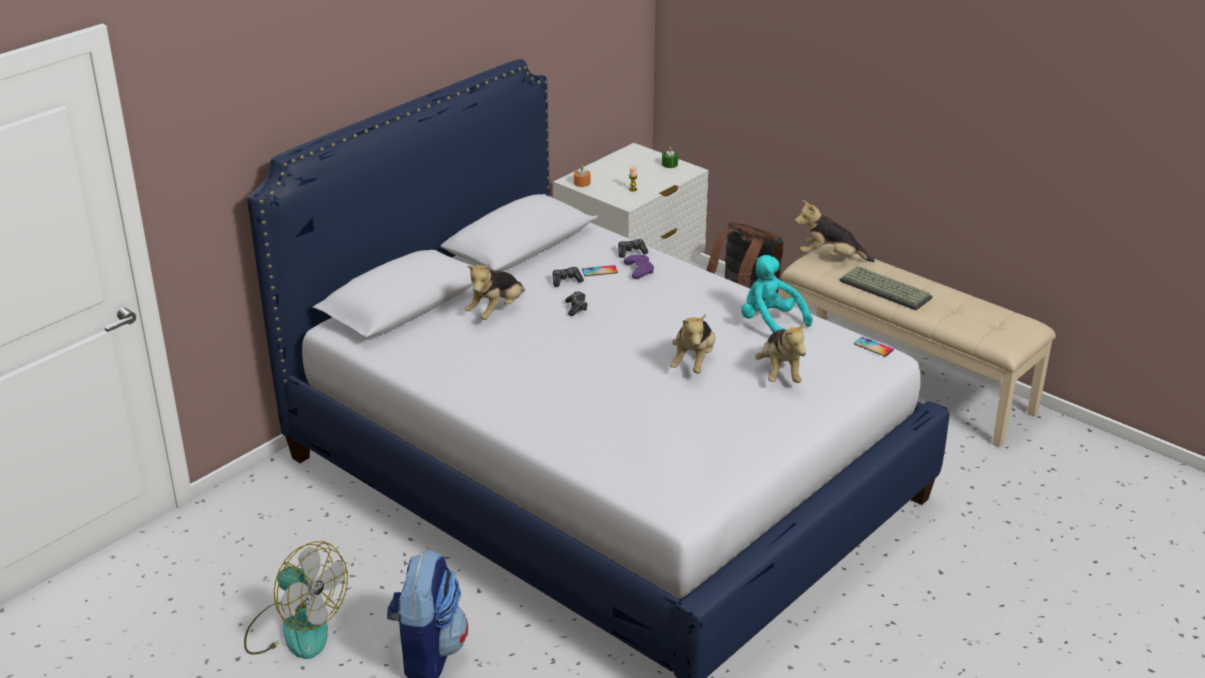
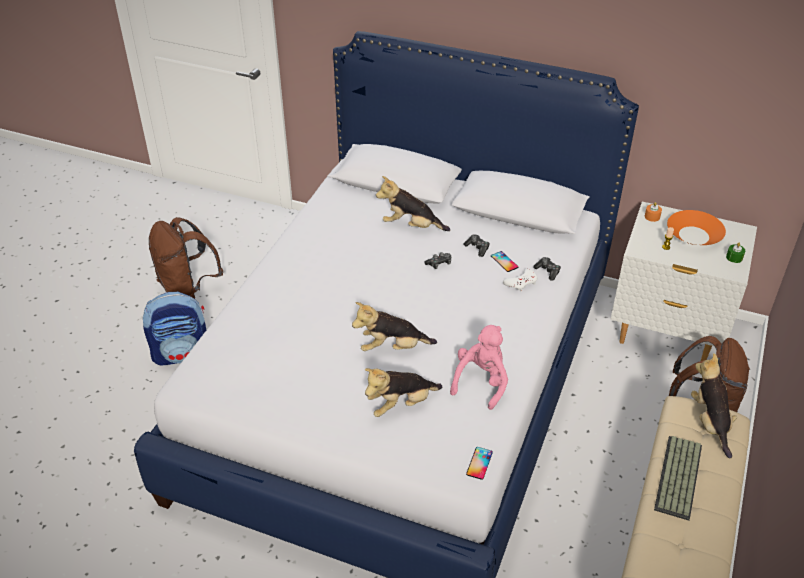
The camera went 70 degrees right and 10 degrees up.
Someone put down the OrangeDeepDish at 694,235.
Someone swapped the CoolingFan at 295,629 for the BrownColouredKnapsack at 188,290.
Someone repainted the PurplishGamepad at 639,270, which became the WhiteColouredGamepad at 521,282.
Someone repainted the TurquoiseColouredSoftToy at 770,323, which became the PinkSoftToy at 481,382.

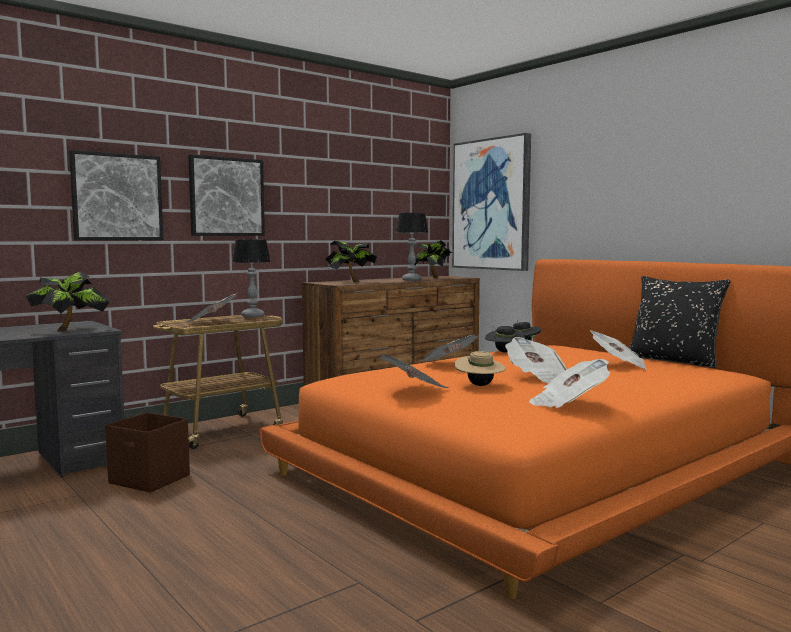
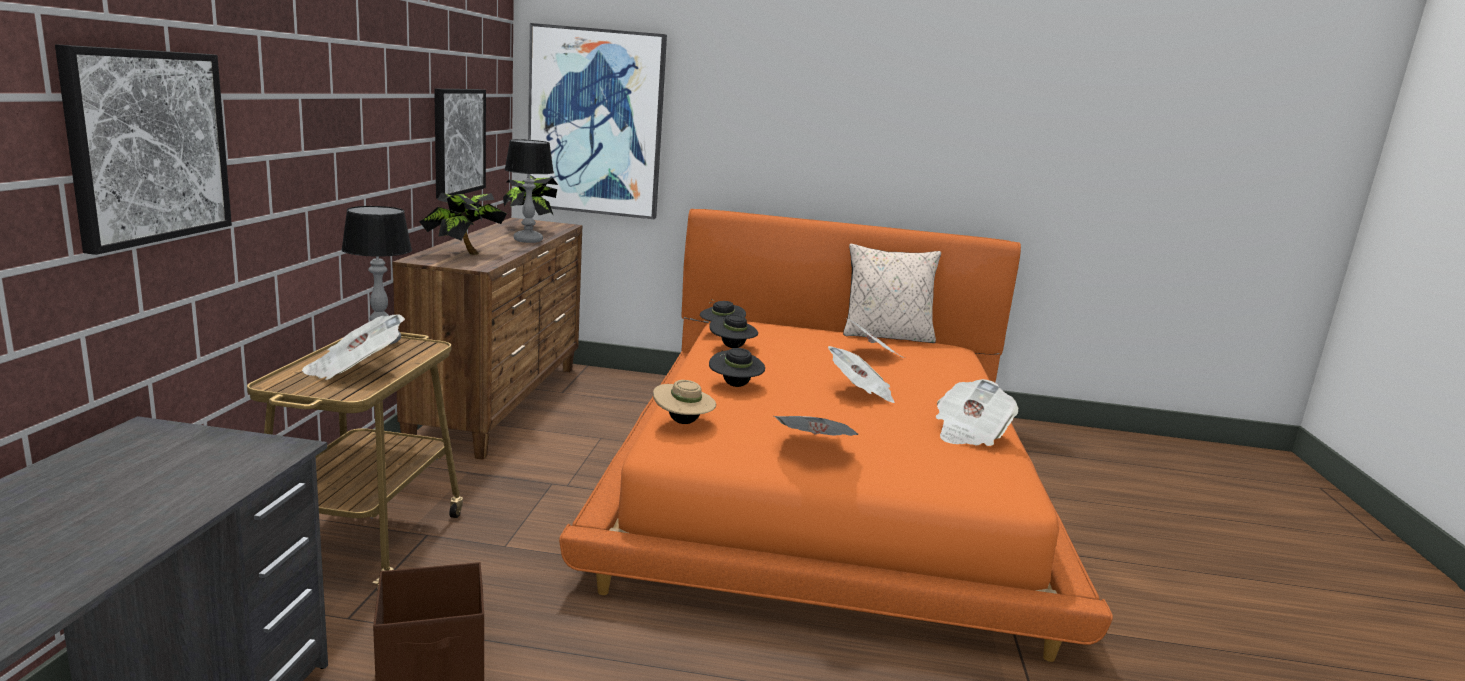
The camera went 45 degrees left and 10 degrees up.
Someone took away the PlantInAPot at 71,330.
Someone carried the Picture from 226,197 to 458,141.
Someone carried the BeigeColouredClothingHat from 479,385 to 683,422.
Someone swapped the PrintedPaper at 448,364 for the BlackClothingHat at 735,385.
Someone repainted the BlackPillow at 674,361, which became the BeigeColouredPillow at 886,336.

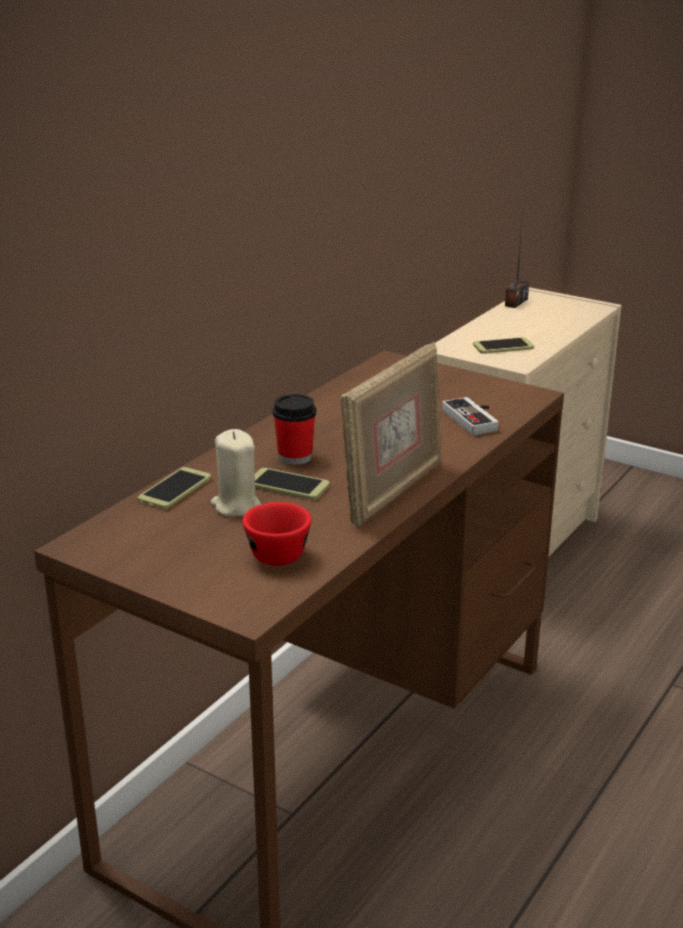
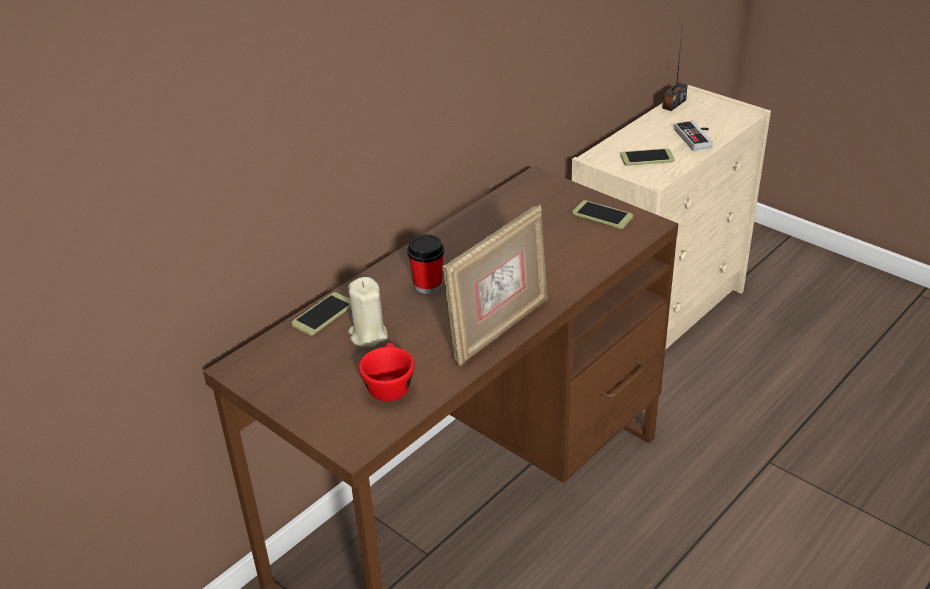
The camera went 10 degrees right and 10 degrees up.
Someone carried the Telephone from 288,485 to 602,215.
Someone carried the Gamepad from 475,419 to 697,138.

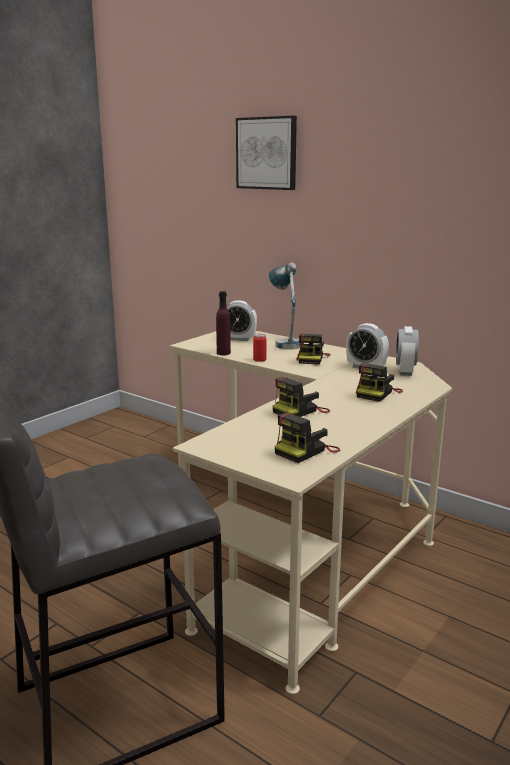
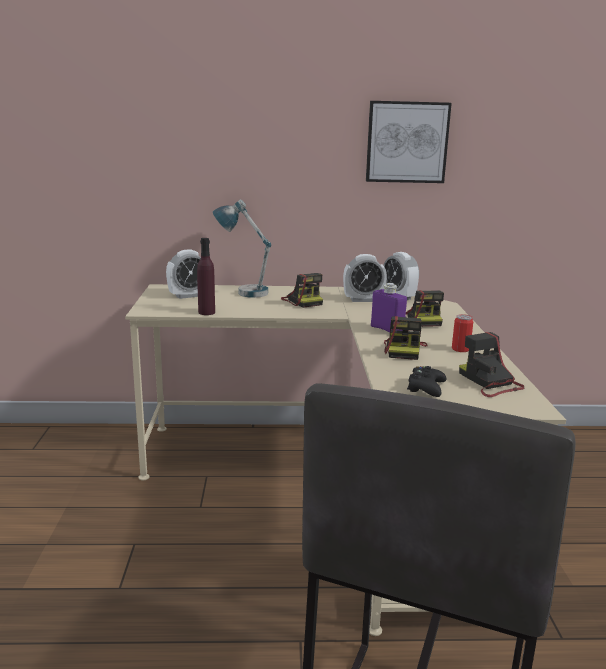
The camera went 40 degrees left and 0 degrees up.
Someone put down the PurplishDrinkBottle at 387,330.
Someone put down the BlackGamepad at 426,388.
Someone carried the Picture from 267,153 to 407,142.
Someone carried the Can from 259,359 to 460,349.
Someone rotated the StillCamera at 306,451 by 150 degrees clockwise.

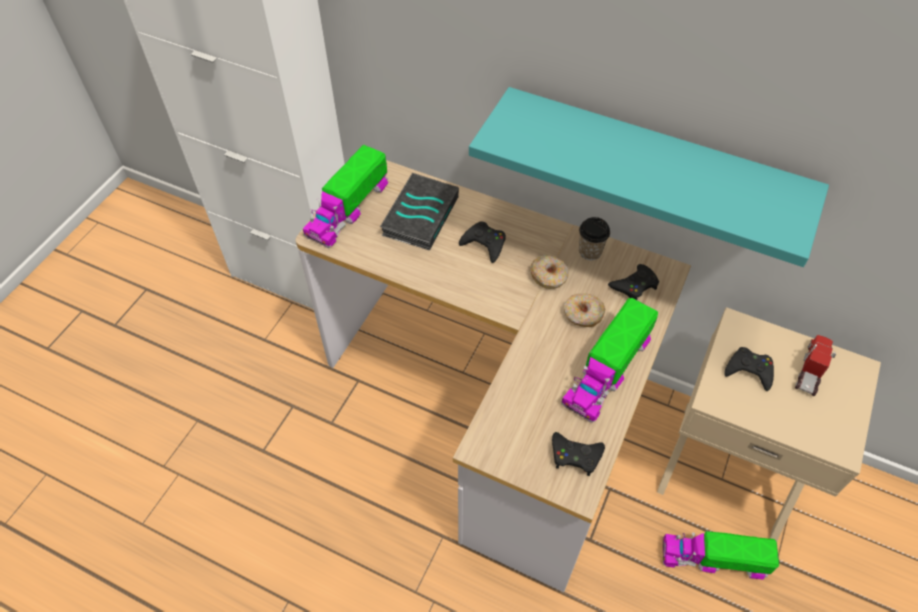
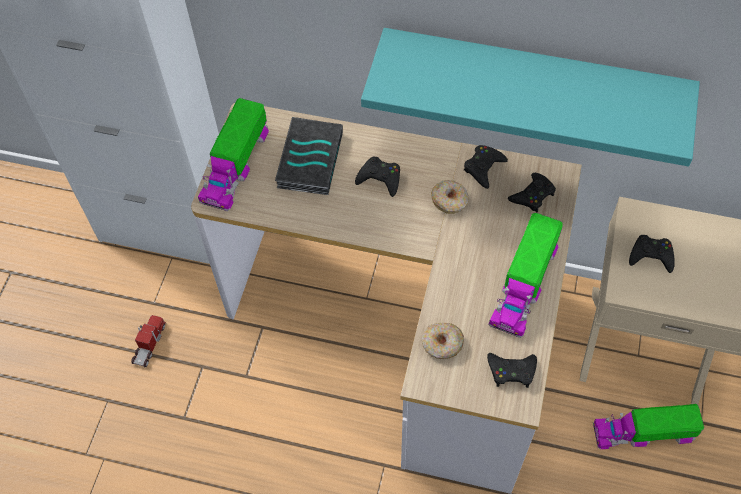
The camera went 10 degrees left and 5 degrees up.
Someone carried the Doughnut from 582,314 to 442,344.
Someone carried the ToyLorry from 811,369 to 149,344.
Someone swapped the Cup at 590,251 for the BlackGamepad at 483,168.

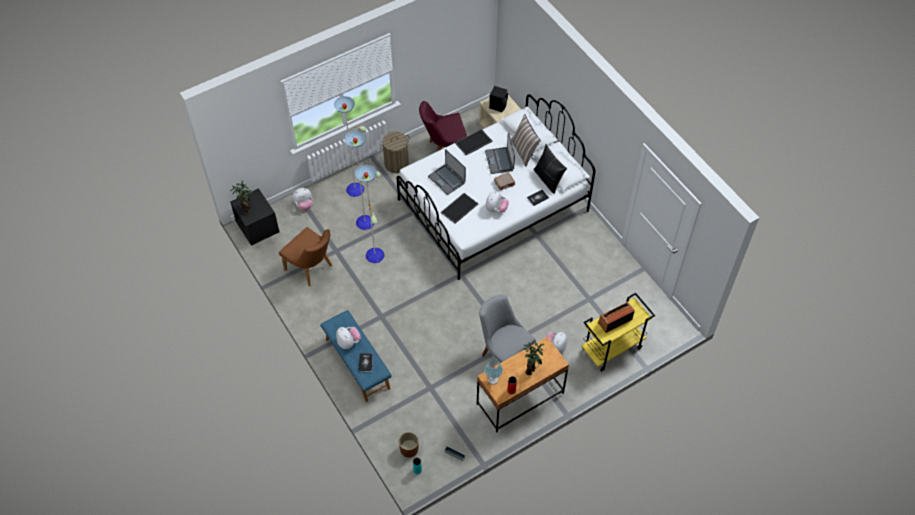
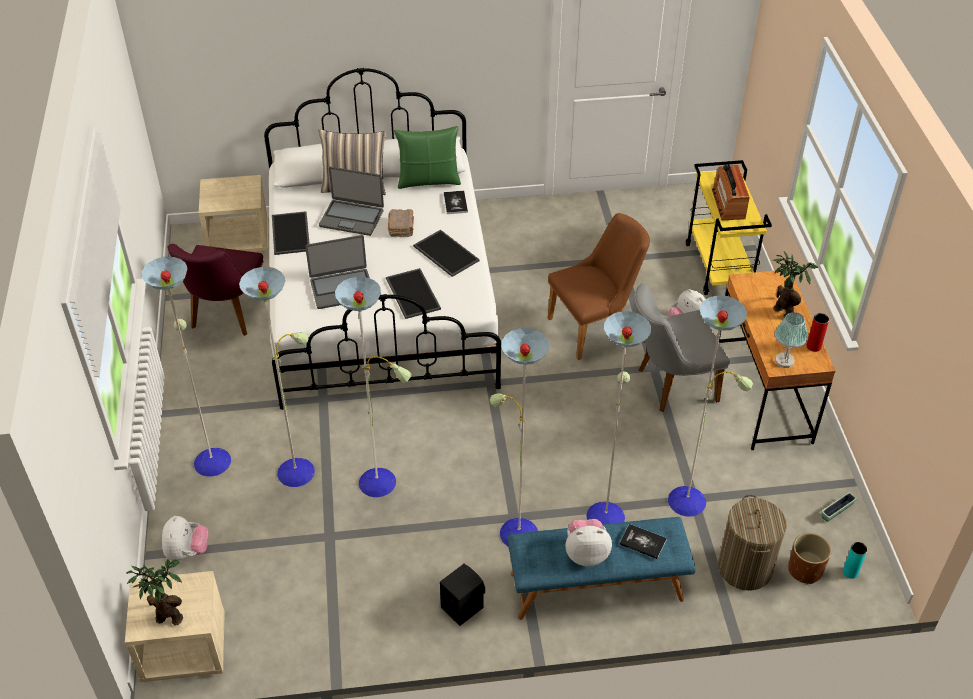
The camera went 65 degrees left and 10 degrees down.
Someone put down the FloorLamp at 605,514.
Someone carried the BrownColouredChair from 312,269 to 595,327.
Someone carried the WashingBasket from 396,164 to 744,568.
Someone carried the BlackAudioSpeaker from 498,105 to 461,606.
Someone swapped the SoftToy at 496,209 for the Tray at 445,253.
Someone repainted the BlackBedsideTable at 257,228, which became the BeigeColouredBedsideTable at 183,649.
Someone repainted the BlackPillow at 548,179, which became the GreenColouredPillow at 428,181.

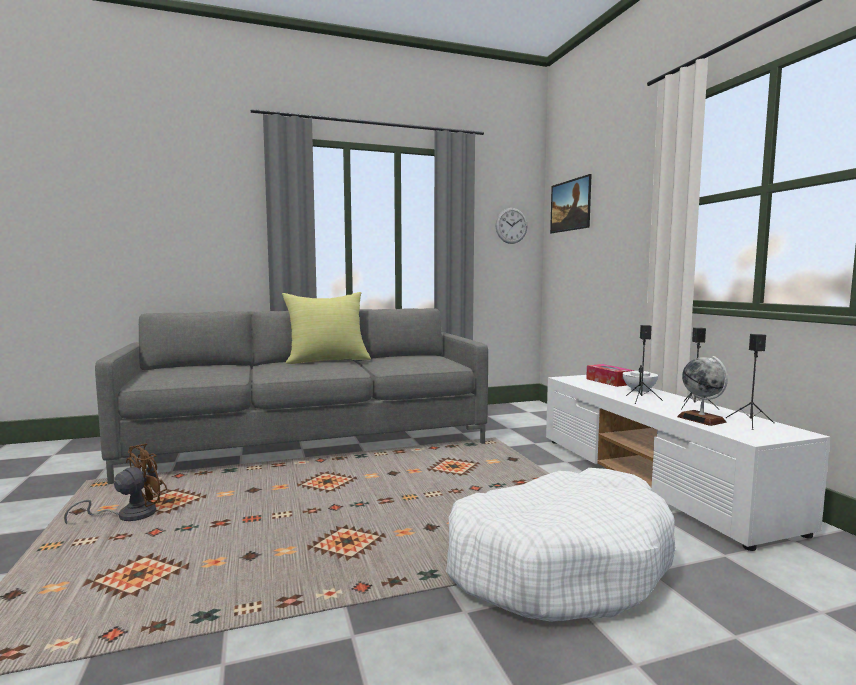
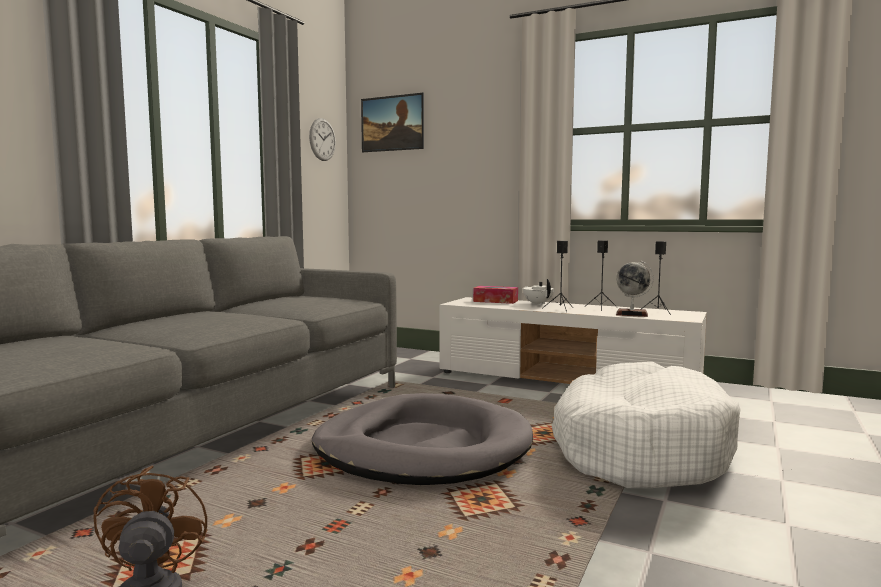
The camera went 45 degrees left and 0 degrees up.
Someone took away the YellowishPillow at 327,360.
Someone put down the GreyDogBed at 422,448.

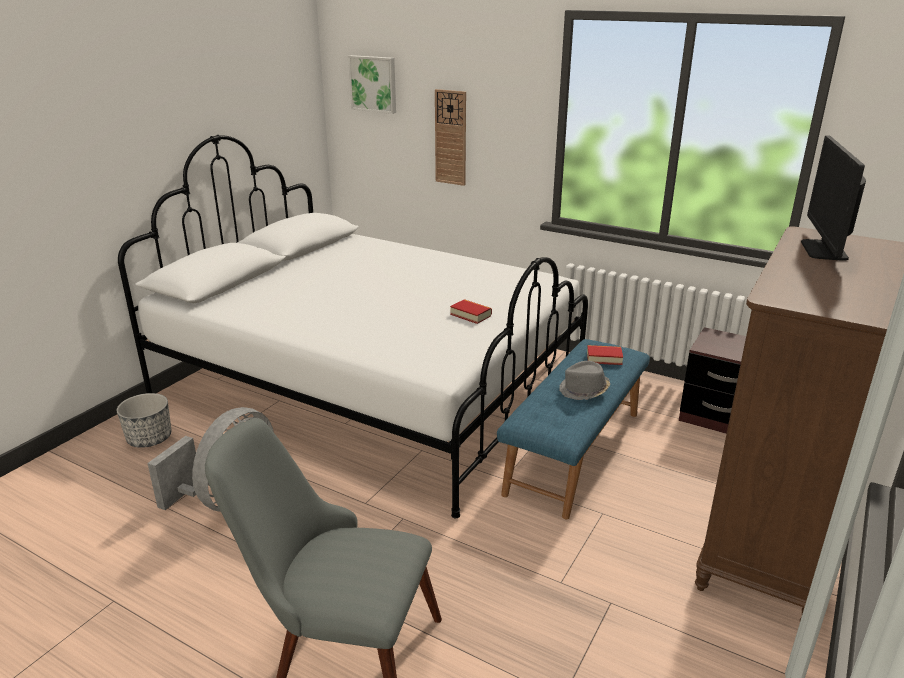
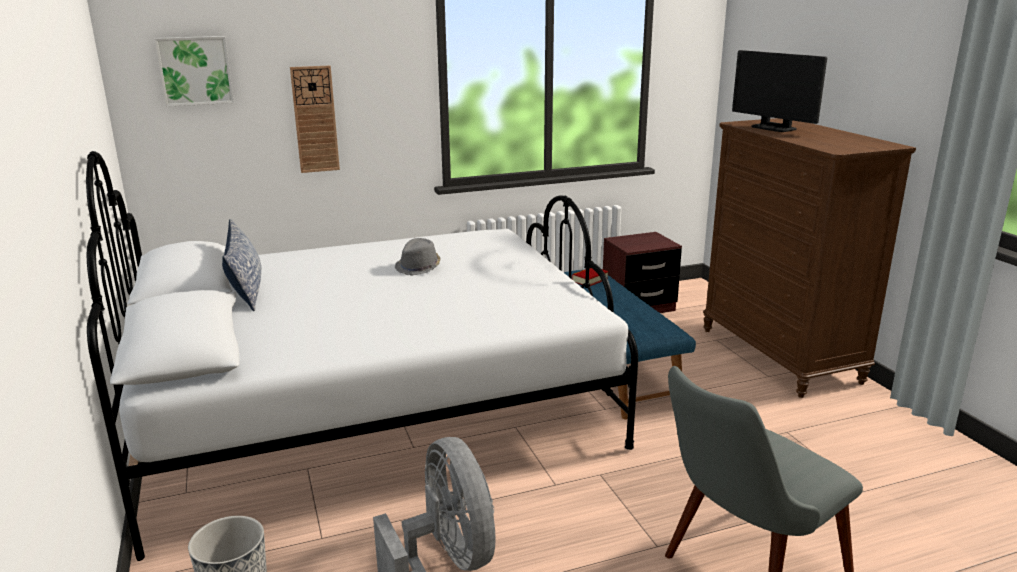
The camera went 50 degrees left and 5 degrees down.
Someone took away the BoundBook at 471,315.
Someone put down the Pillow at 246,288.
Someone carried the GreyClothingHat from 584,391 to 419,267.

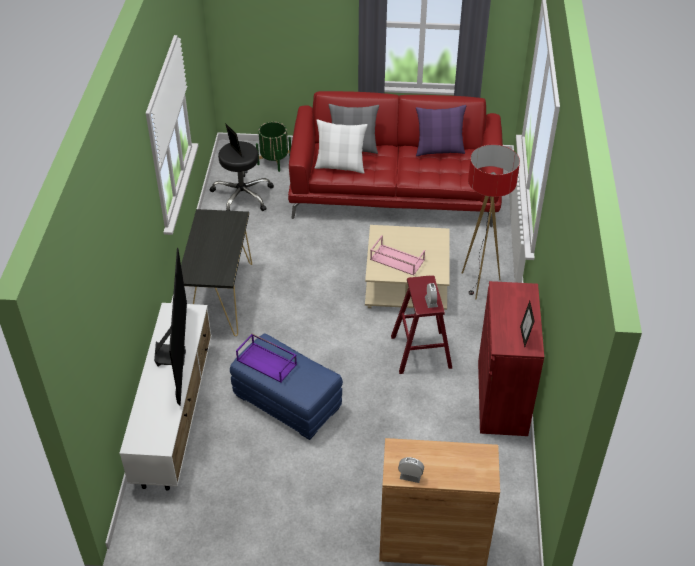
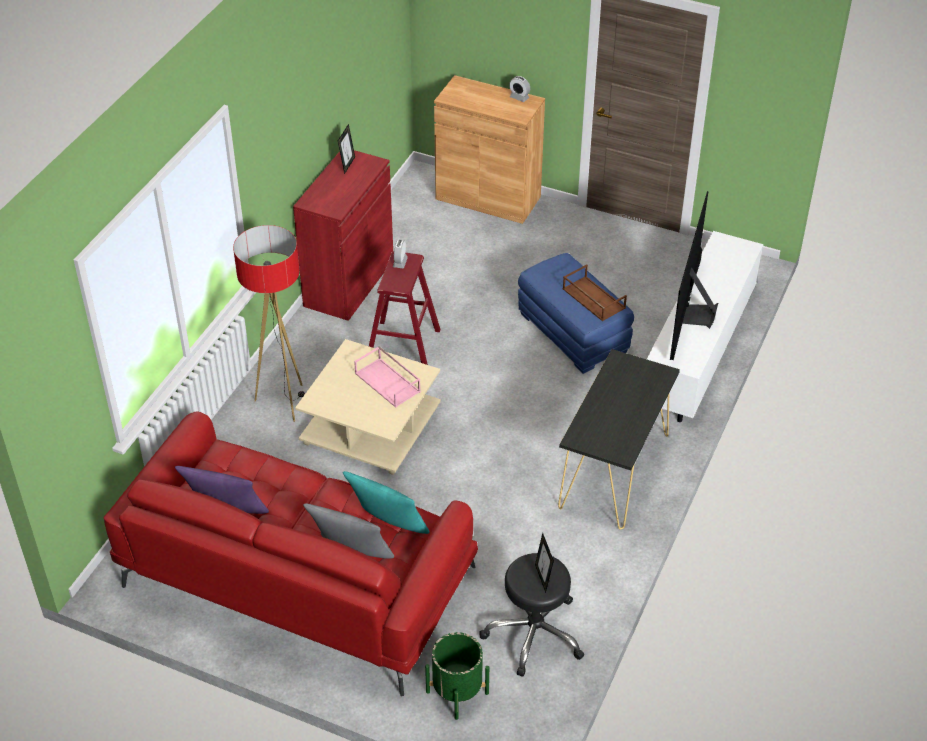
The camera went 160 degrees left and 0 degrees up.
Someone repainted the PurplishTray at 267,362, which became the BrownColouredTray at 592,298.
Someone repainted the WhiteColouredPillow at 340,166, which became the TurquoiseColouredPillow at 389,526.

